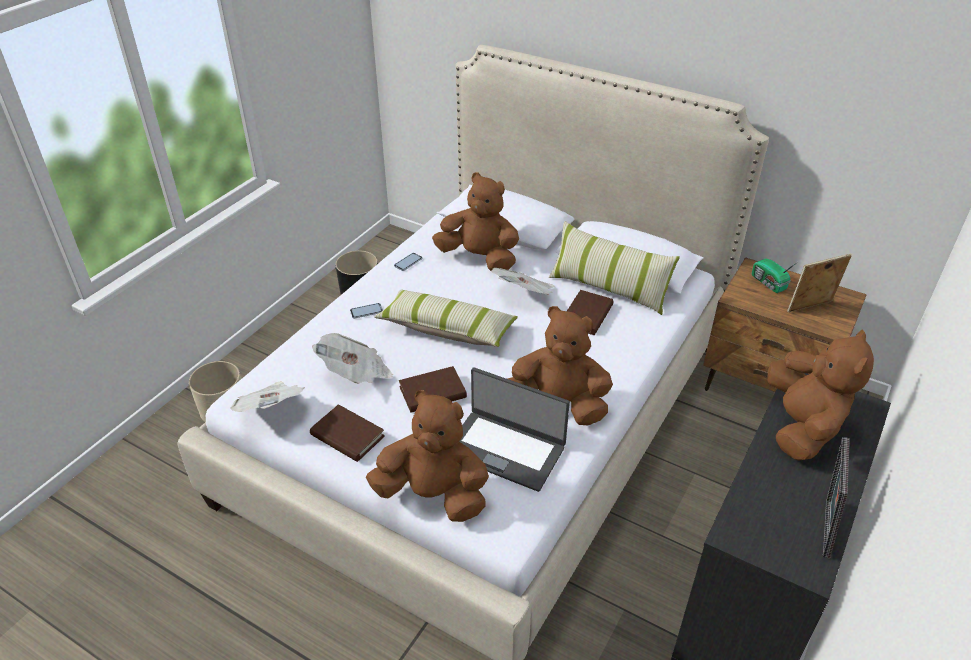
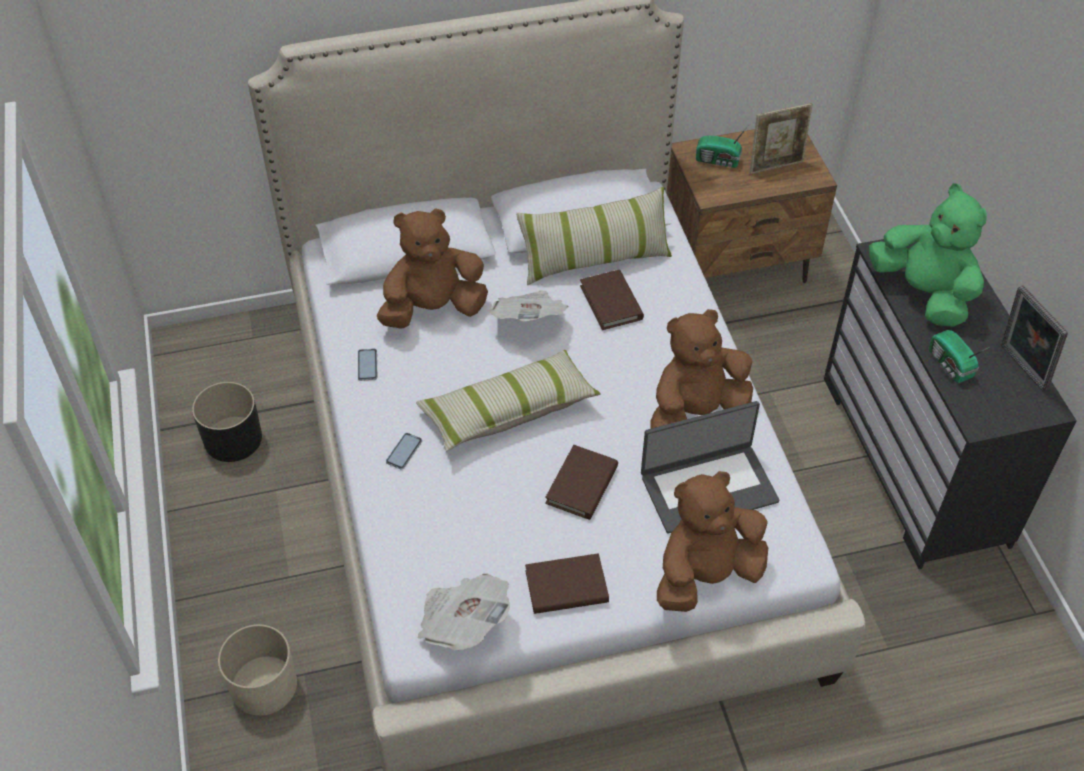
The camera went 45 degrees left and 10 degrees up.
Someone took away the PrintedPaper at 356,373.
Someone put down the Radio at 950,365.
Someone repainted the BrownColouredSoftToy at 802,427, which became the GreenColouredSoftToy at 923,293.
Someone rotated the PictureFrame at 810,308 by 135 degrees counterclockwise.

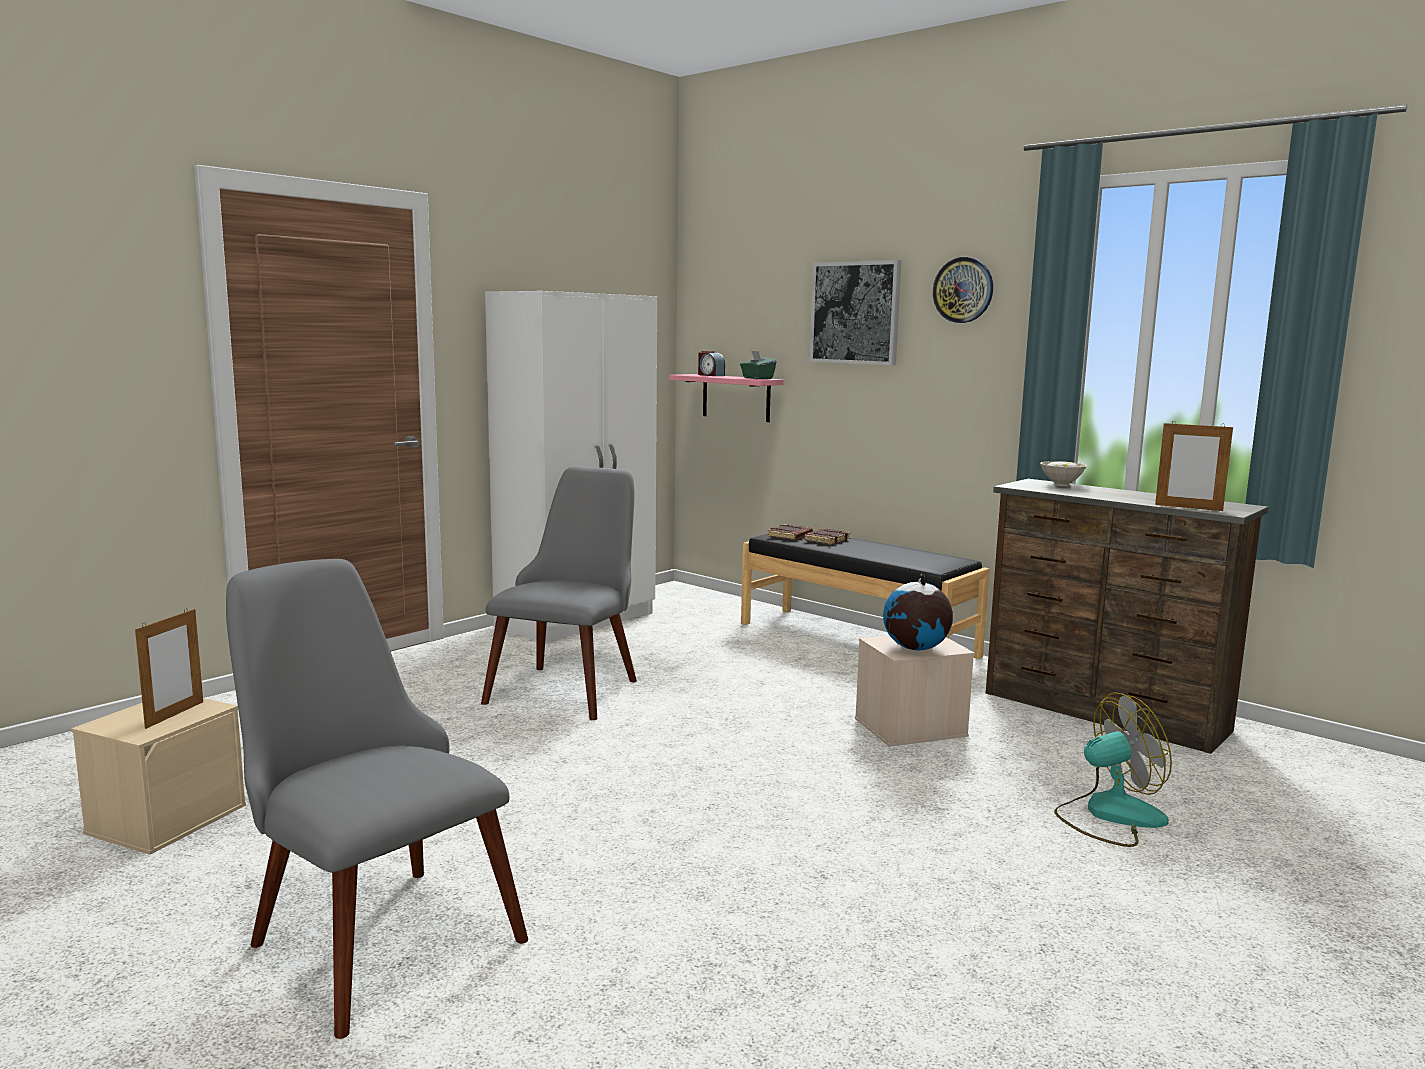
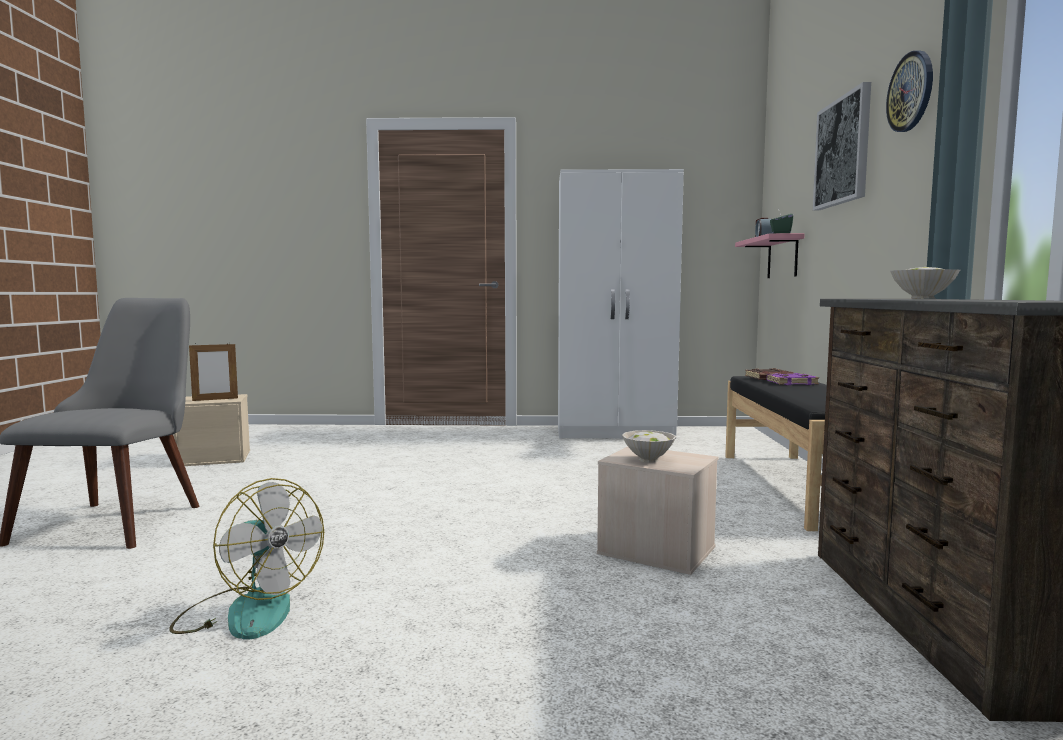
The camera went 50 degrees right and 5 degrees down.
Someone took away the GreyChair at 571,685.
Someone took away the PictureFrame at 1188,507.
Someone carried the CoolingFan from 1109,816 to 248,611.
Someone swapped the WorldGlobe at 915,648 for the WhiteColouredDeepDish at 647,460.
Someone repainted the BrownColouredBoundBook at 826,540, which became the PurplishBoundBook at 792,383.

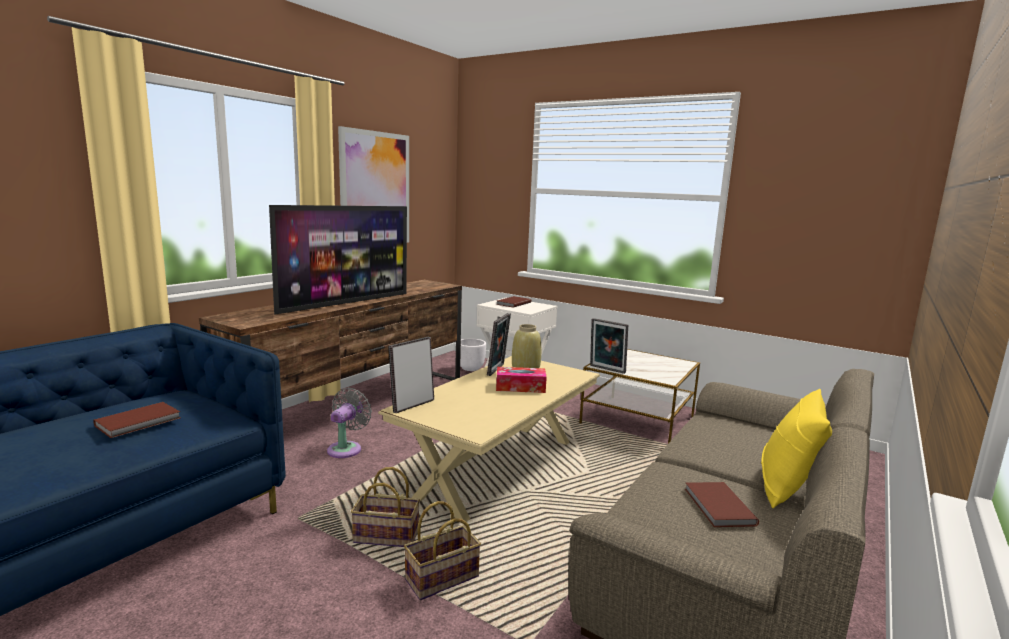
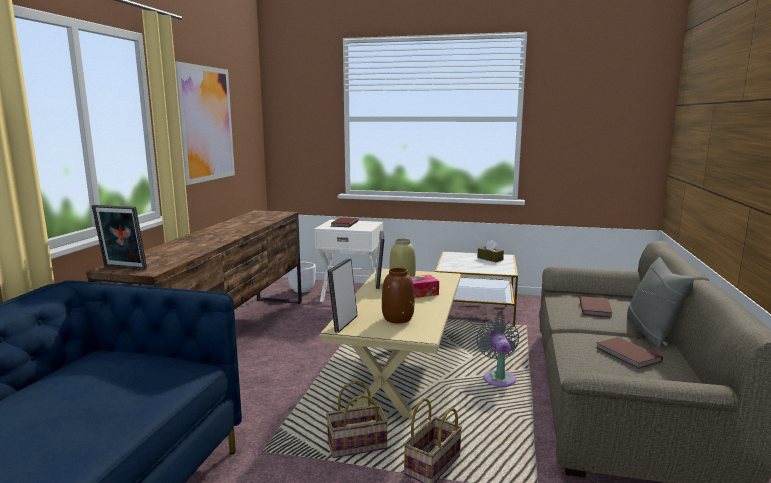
The camera went 20 degrees left and 0 degrees up.
Someone took away the TvSet at 346,303.
Someone put down the BrownColouredVase at 397,318.
Someone put down the BrownColouredBoxOfTissues at 490,259.
Someone carried the BrownColouredBoundBook from 140,422 to 596,308.
Someone carried the GreyCoolingFan from 346,448 to 498,377.
Someone carried the PictureFrame from 606,369 to 123,268.
Someone repainted the YellowishPillow at 786,487, which became the GreyPillow at 652,333.

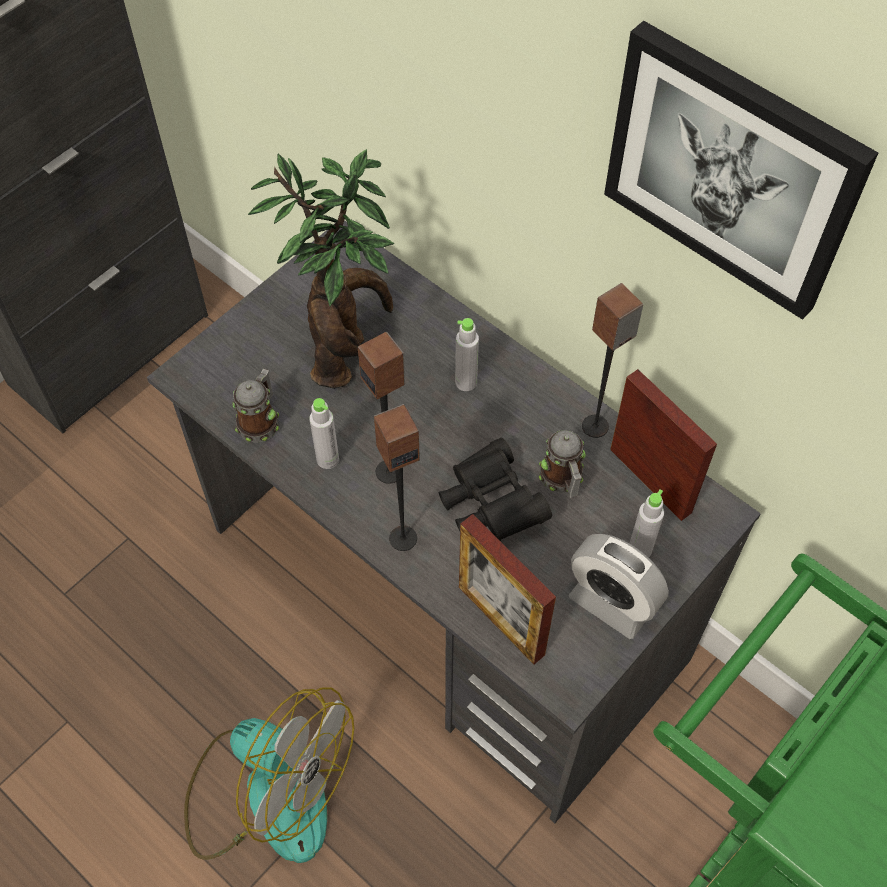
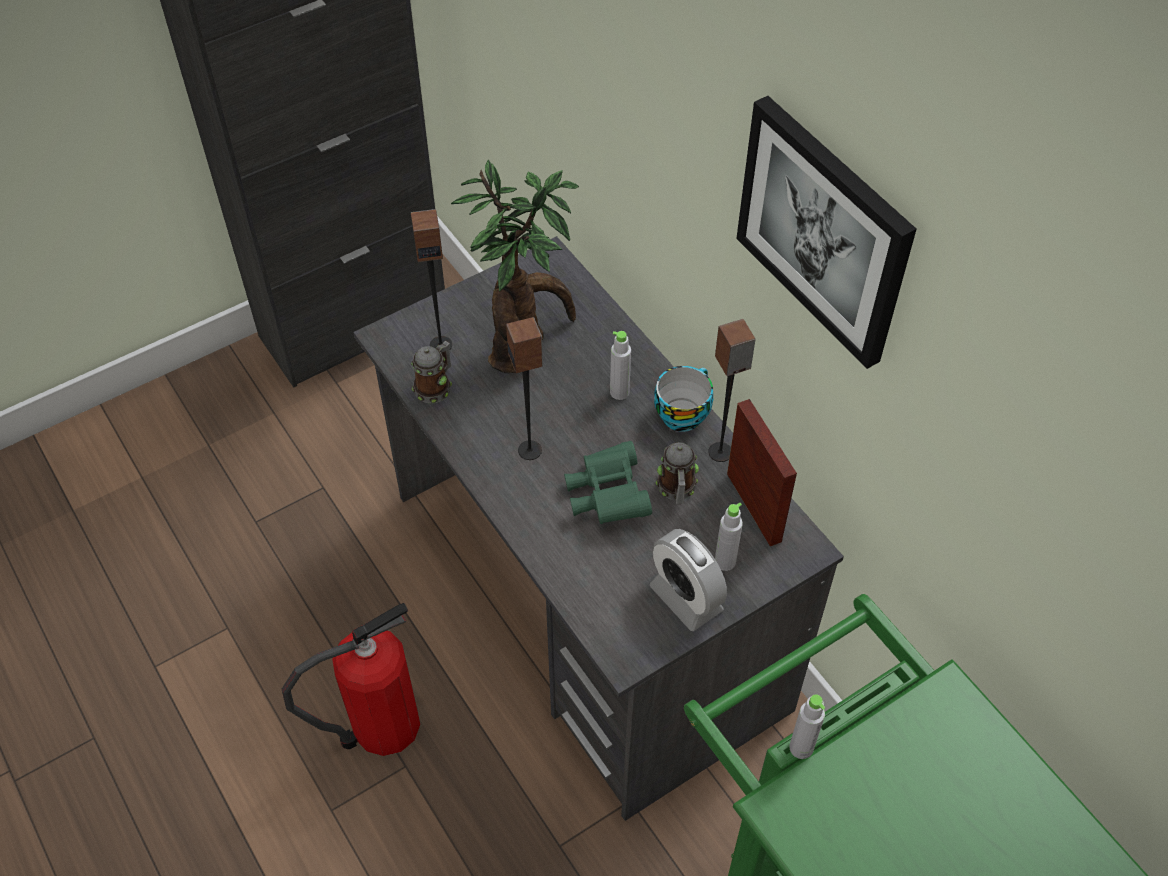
The camera went 15 degrees right and 5 degrees down.
Someone took away the PictureFrame at 501,620.
Someone put down the Cup at 682,413.
Someone carried the GreyDrinkBottle from 327,459 to 801,748.
Someone carried the AudioSpeaker from 403,537 to 441,344.
Someone swapped the CoolingFan at 268,791 for the Extinguisher at 379,728.
Someone repainted the BlackFieldGlasses at 490,504, which became the GreenColouredFieldGlasses at 607,496.

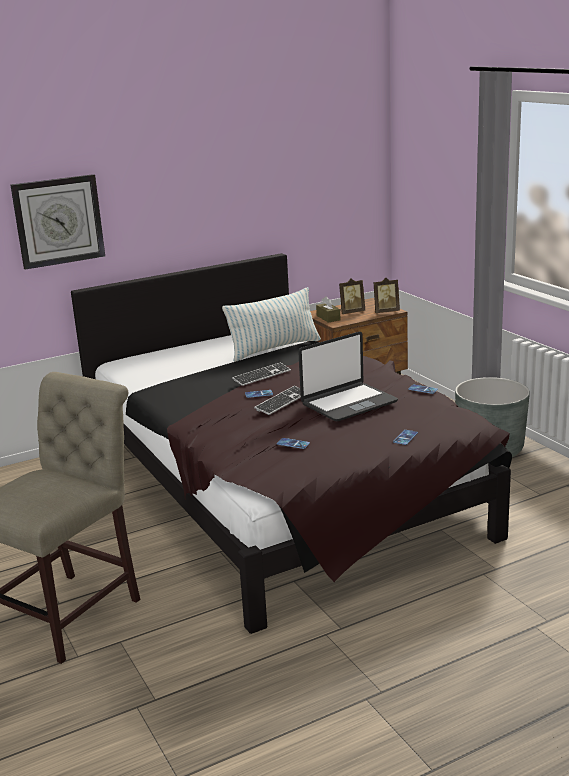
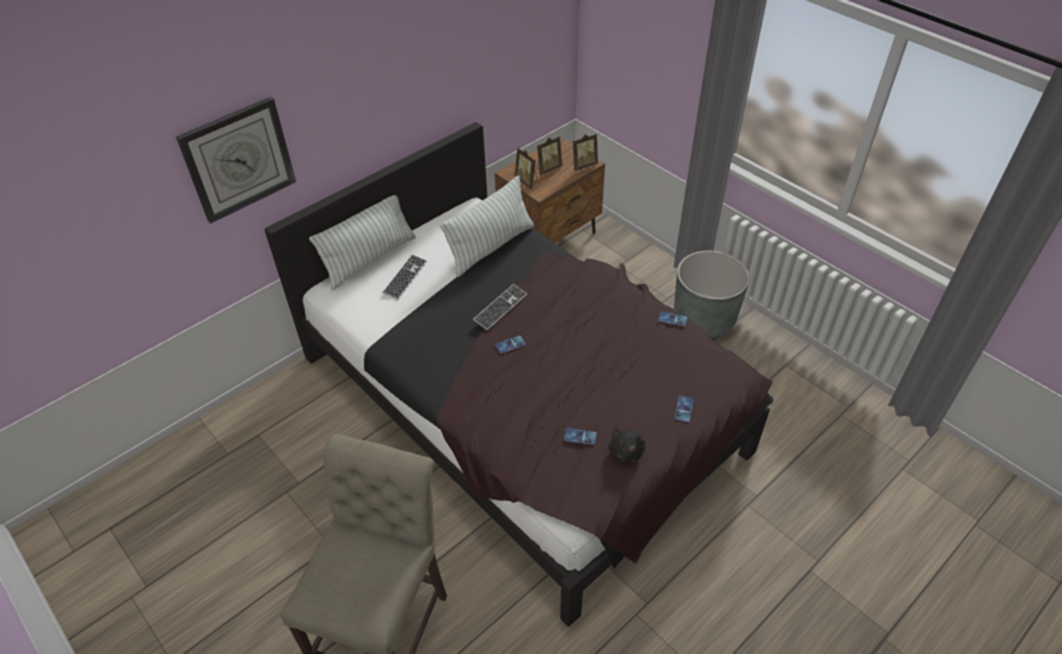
The camera went 15 degrees left and 25 degrees up.
Someone took away the NotebookComputer at 348,403.
Someone put down the Pillow at 370,259.
Someone put down the BlackSoftToy at 626,450.
Someone carried the Keyboard from 282,402 to 405,278.
Someone swapped the BrownColouredBoxOfTissues at 328,318 for the PictureFrame at 527,182.

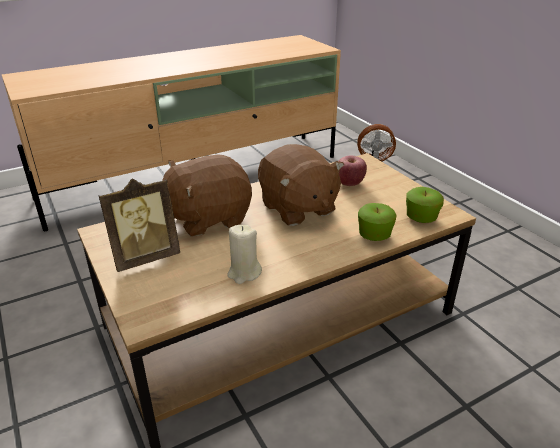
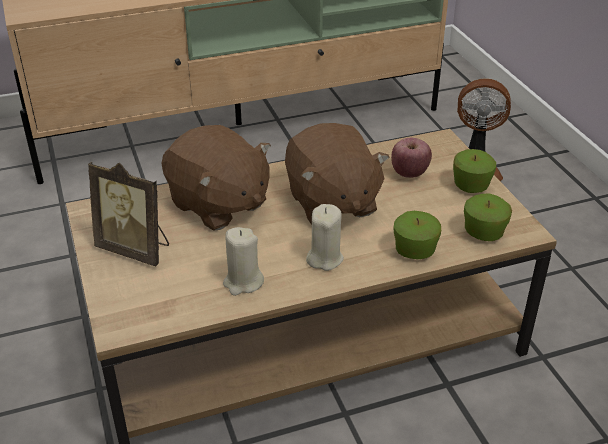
The camera went 10 degrees right and 5 degrees up.
Someone put down the BeigeColouredCandle at 324,258.
Someone put down the WholeApple at 471,186.
Someone rotated the PictureFrame at 145,257 by 45 degrees clockwise.
Someone rotated the BrownColouredSoftToy at 207,218 by 120 degrees counterclockwise.

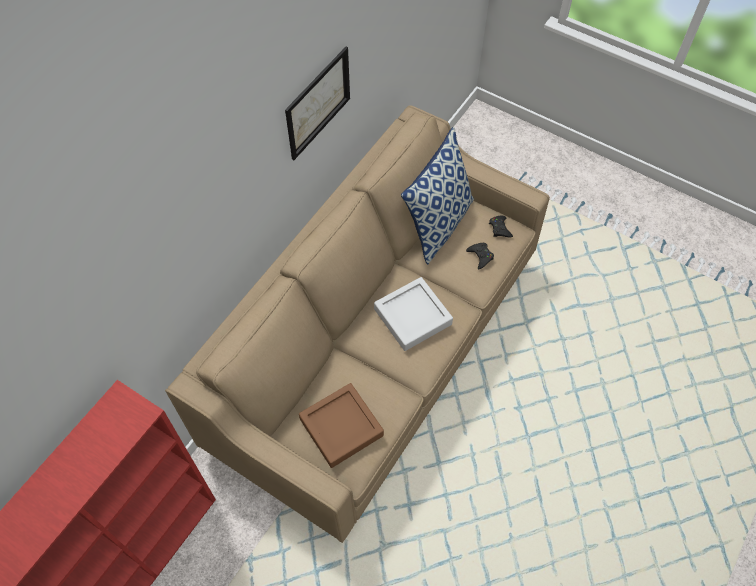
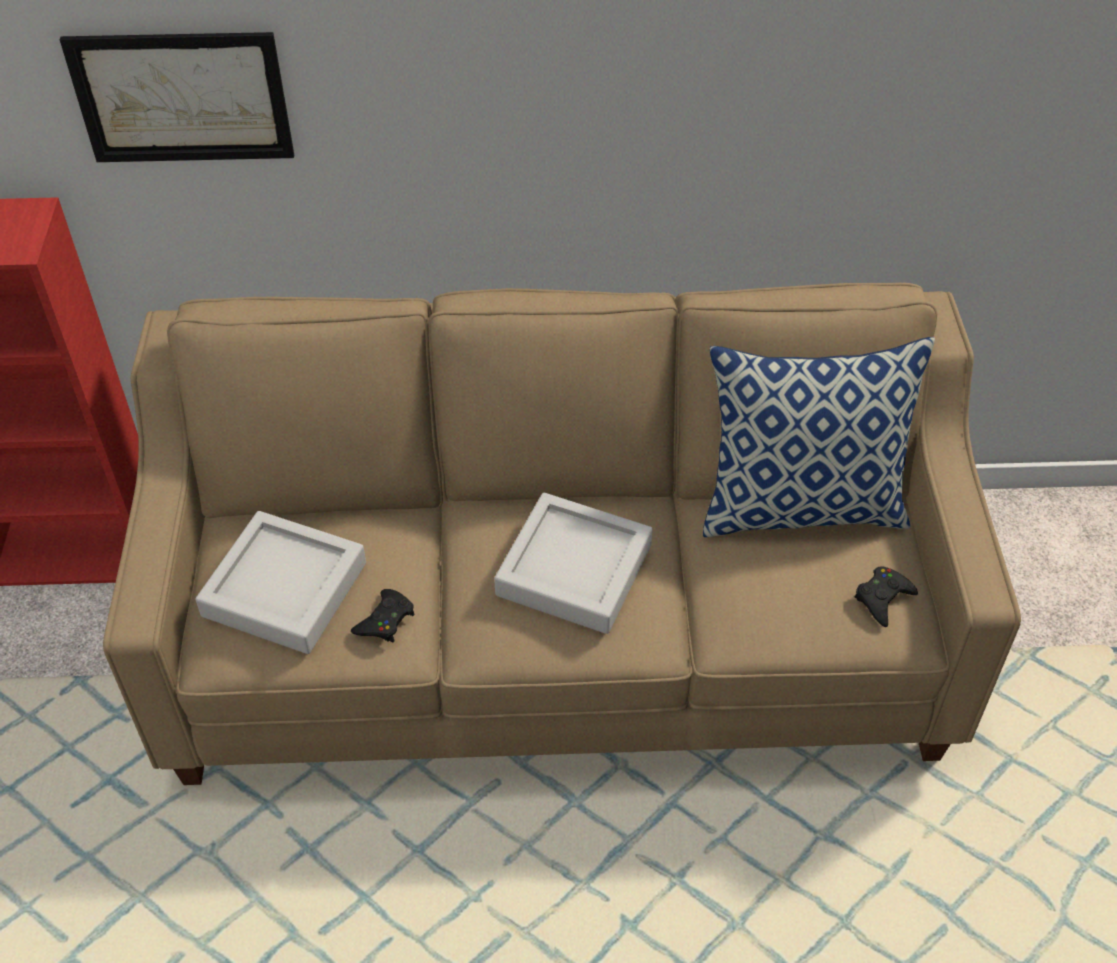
The camera went 55 degrees right and 10 degrees down.
Someone carried the Picture from 318,103 to 182,97.
Someone carried the BlackGamepad from 480,256 to 385,620.
Someone repainted the BrownColouredTray at 341,427, which became the GreyTray at 285,589.

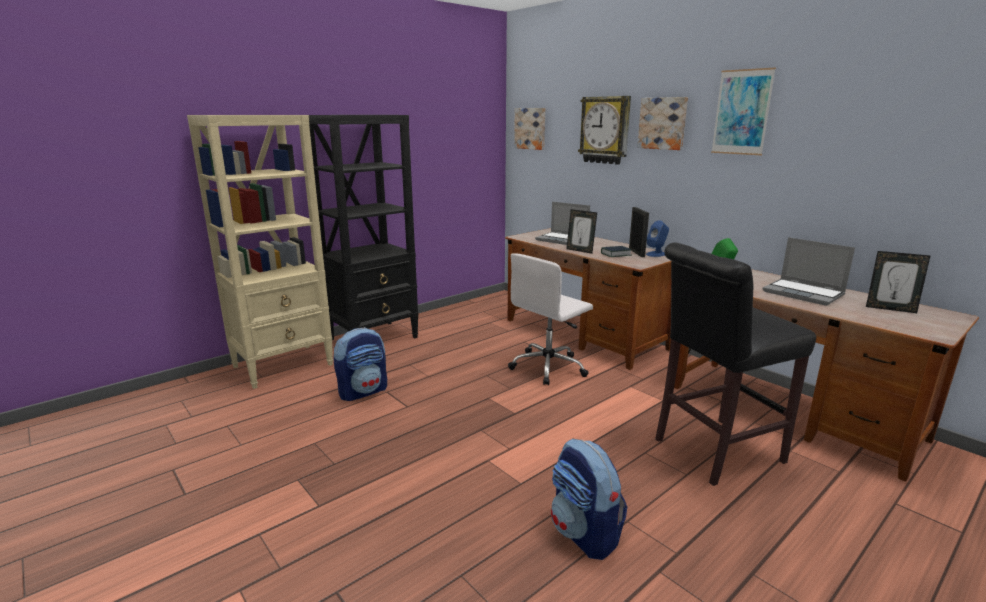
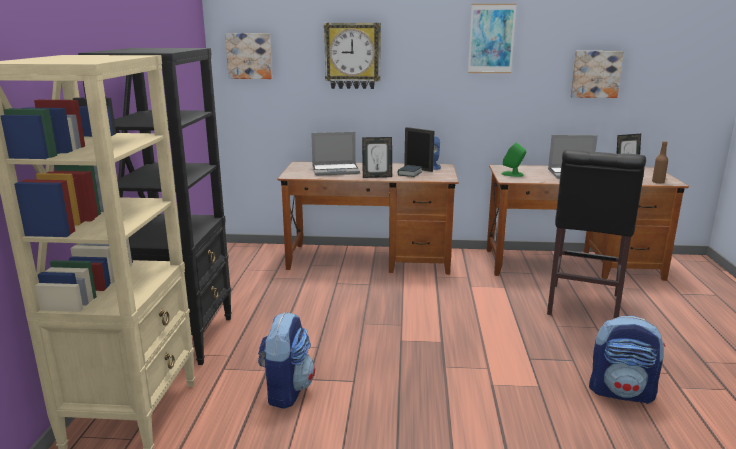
The camera went 45 degrees left and 0 degrees up.
Someone took away the WhiteColouredDeskChair at 549,367.
Someone put down the BrownColouredDrinkBottle at 658,182.
Someone carried the Picture from 663,123 to 595,74.

